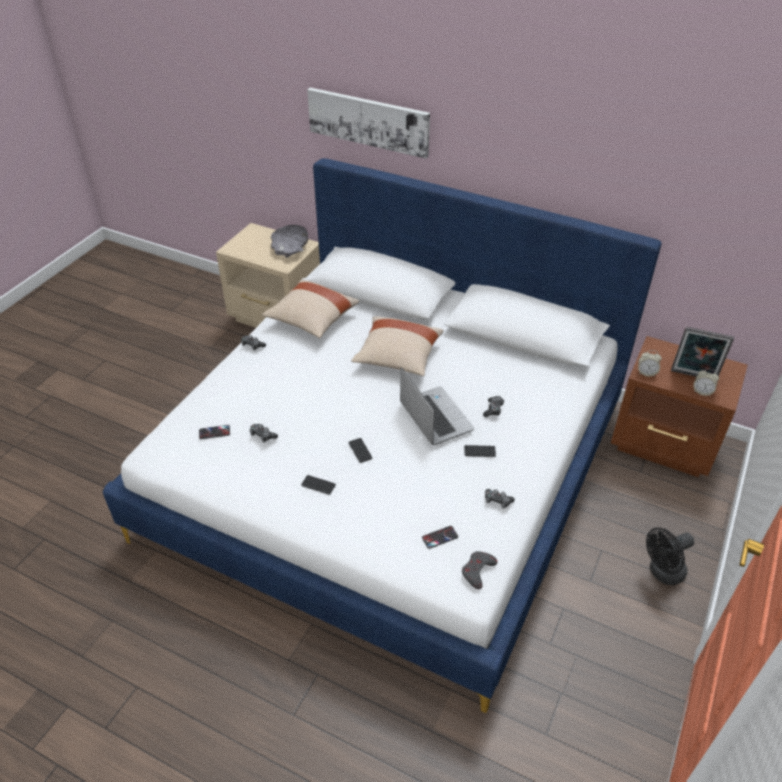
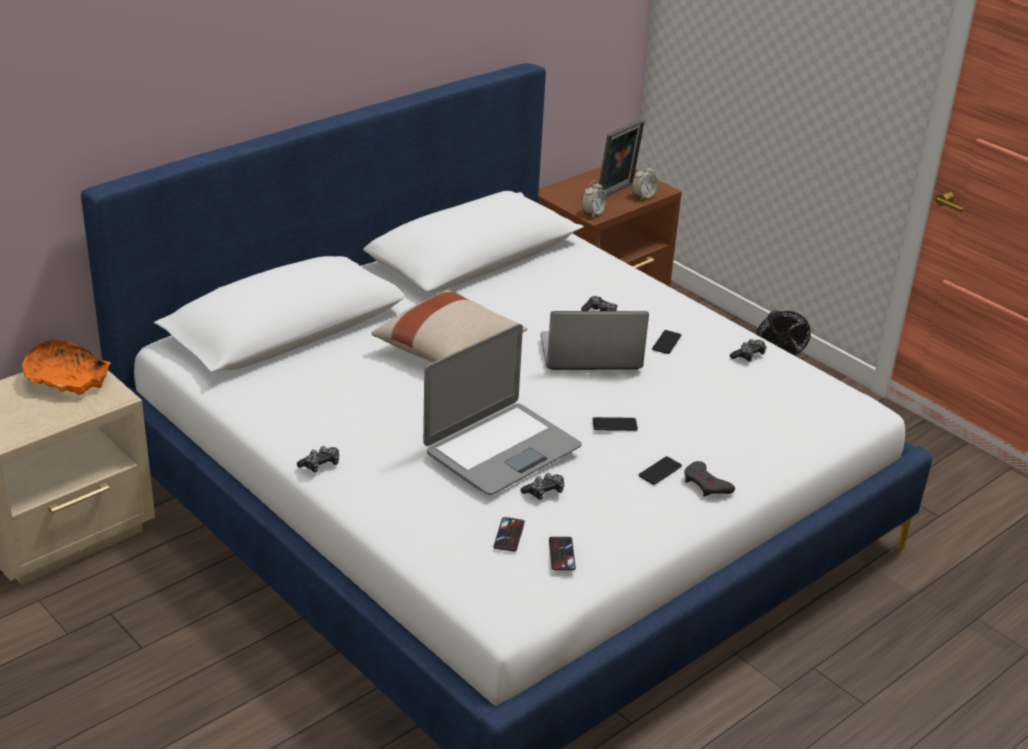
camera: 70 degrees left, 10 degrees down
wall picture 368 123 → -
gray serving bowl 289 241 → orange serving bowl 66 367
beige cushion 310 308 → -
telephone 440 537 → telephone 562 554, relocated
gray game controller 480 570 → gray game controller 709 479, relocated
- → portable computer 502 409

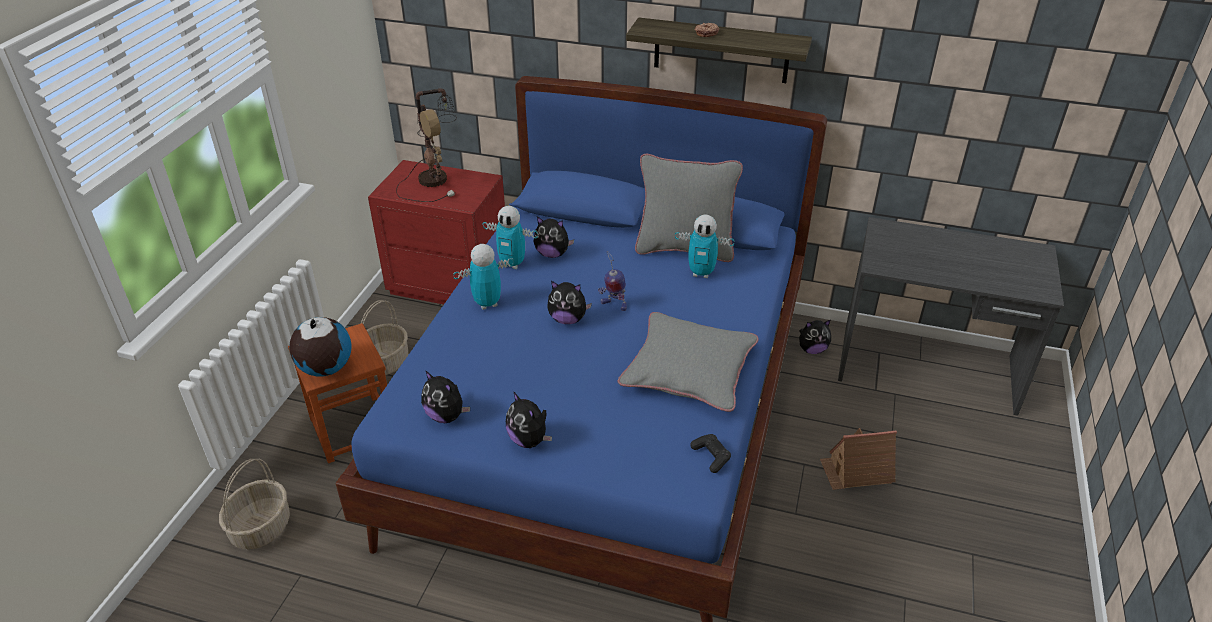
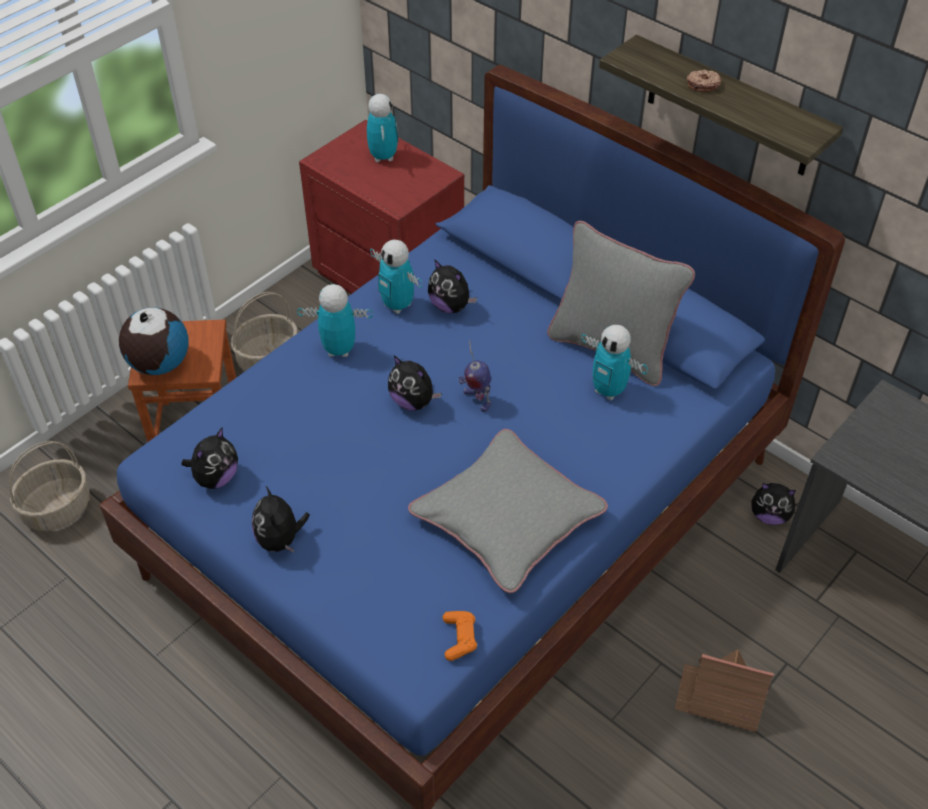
camera: 25 degrees right, 10 degrees up
lamp for a table 426 145 → toy robot 382 128
soft toy 445 397 → soft toy 209 458, 120 degrees counterclockwise
black-coloured game controller 710 453 → orange game controller 460 636

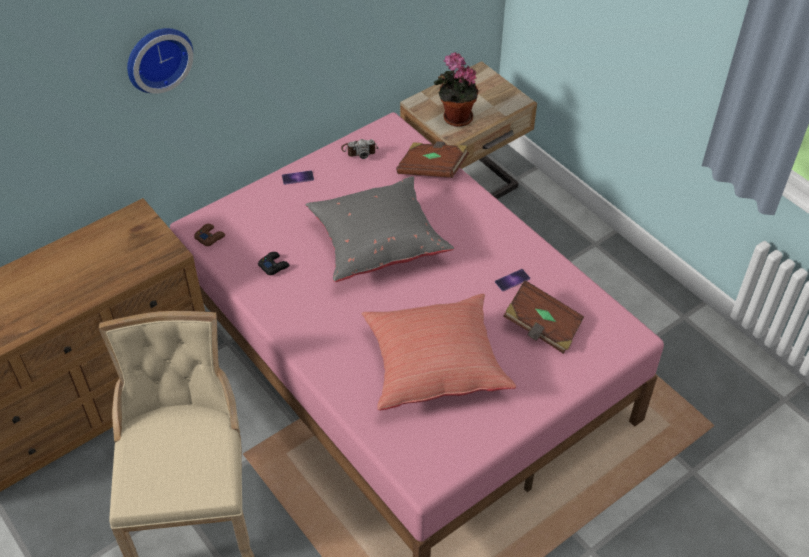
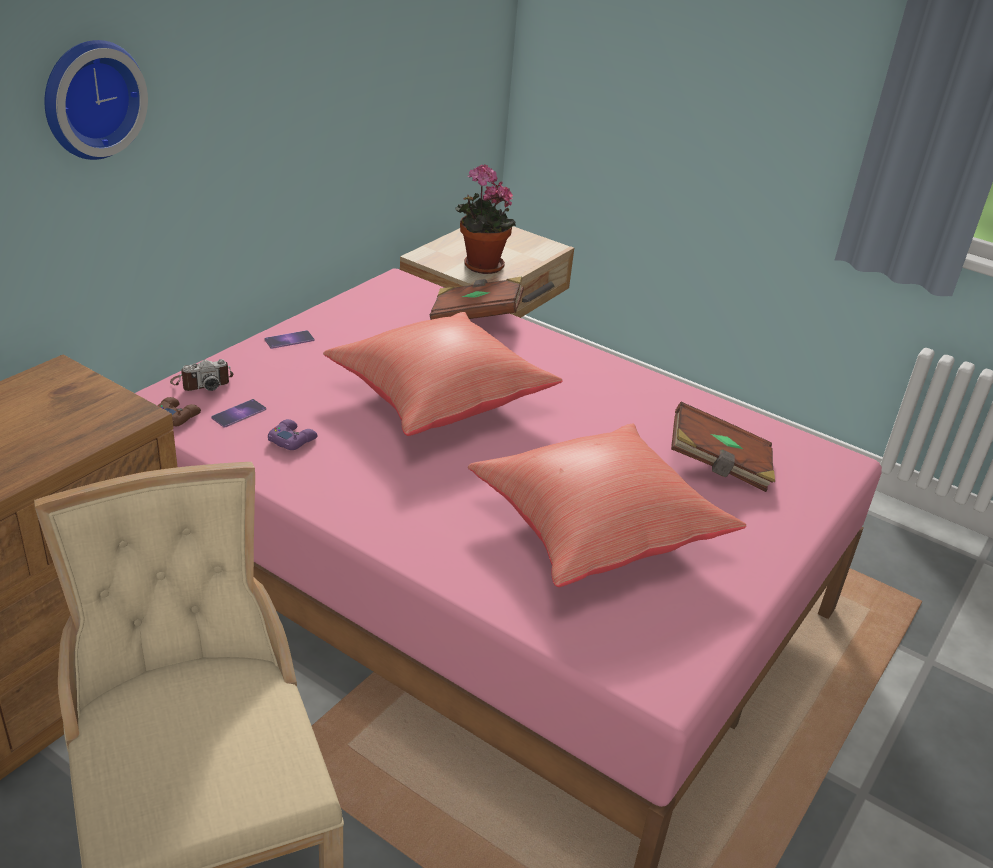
camera: 20 degrees left, 15 degrees down
still camera 359 149 → still camera 201 375, relocated
gray cushion 380 229 → reddish cushion 443 374
black-coloured game controller 274 263 → purplish game controller 293 434
telephone 512 280 → telephone 238 413, relocated

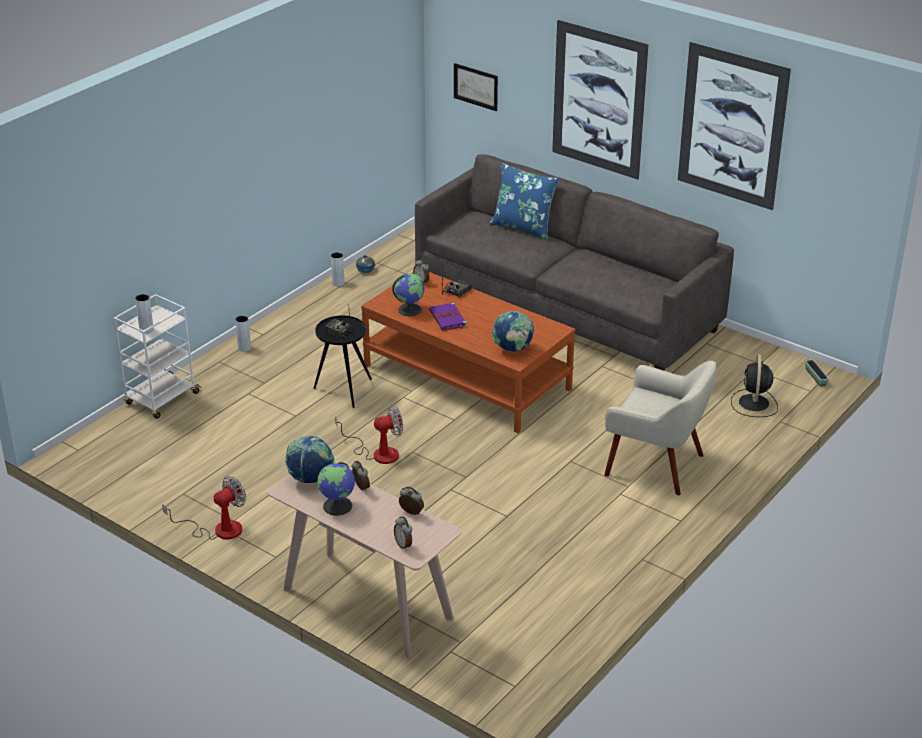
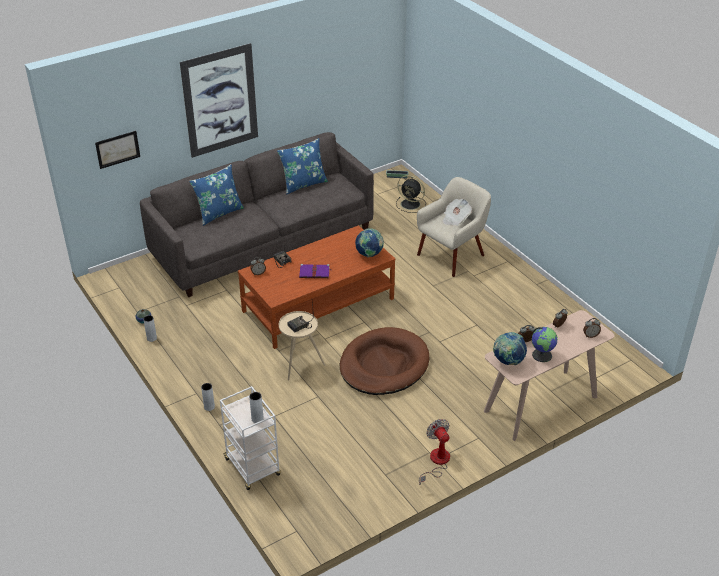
camera: 70 degrees left, 5 degrees up
wall picture 734 126 → -
desk globe 408 294 → -
black-coloured accent table 342 362 → beige accent table 302 346
fan 369 435 → brown-coloured dog cushion 384 361
- → bluish cushion 302 166
- → daily paper 457 212

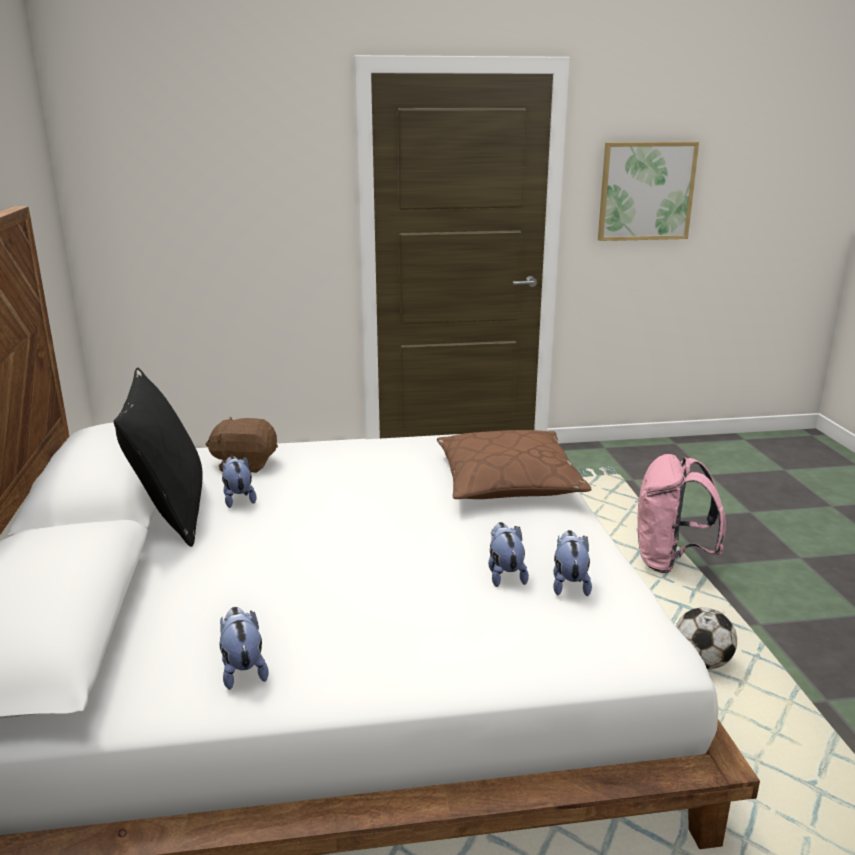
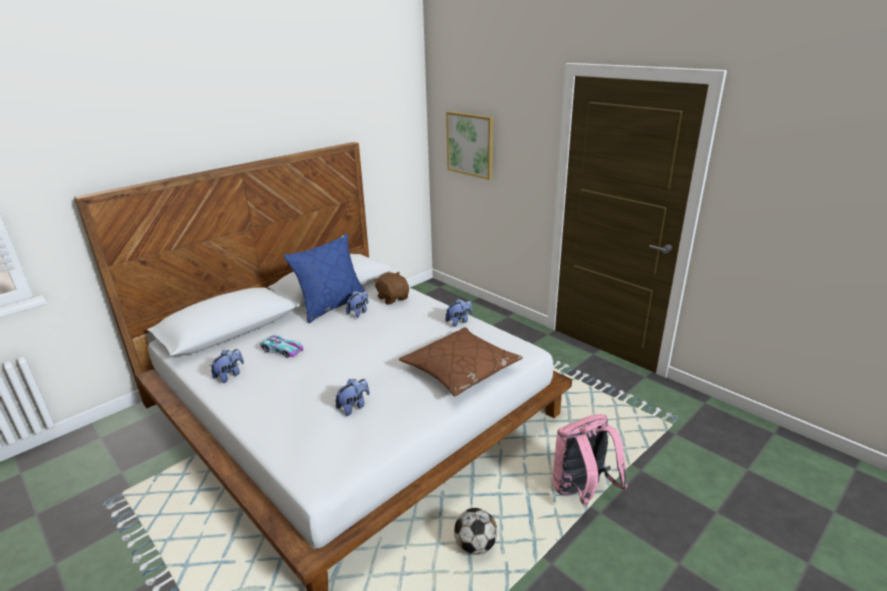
camera: 55 degrees right, 5 degrees up
wall picture 648 191 → wall picture 469 145, relocated
black-coloured cushion 158 457 → bluish cushion 324 278
soft toy 572 563 → soft toy 458 313, relocated
- → toy car 282 346

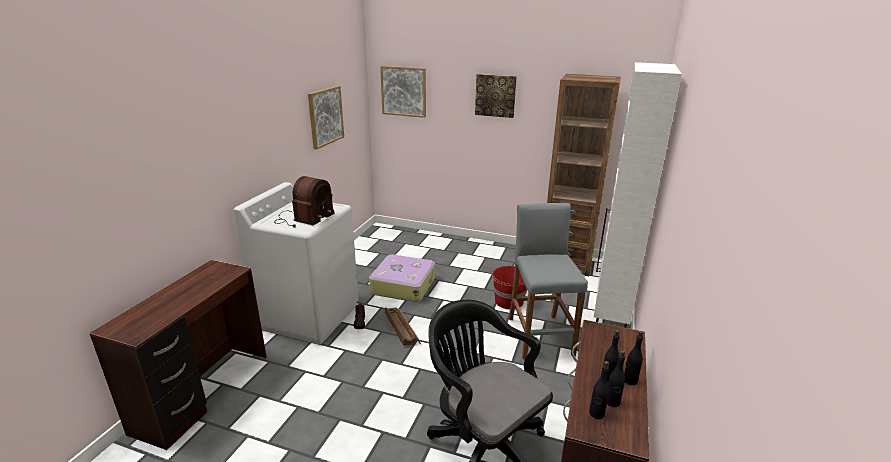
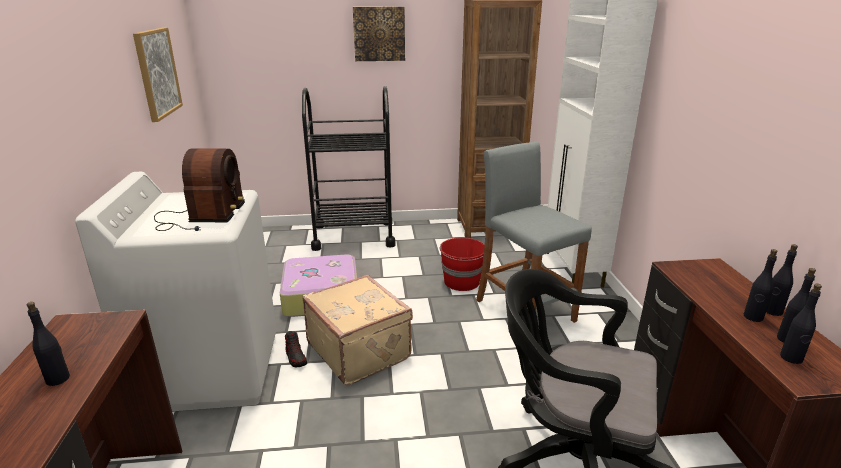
camera: 25 degrees left, 0 degrees up
wall picture 403 92 → -
packing crate 403 326 → beige suitcase 357 330
- → black-coloured trolley 349 168
- → black-coloured bottle 48 344

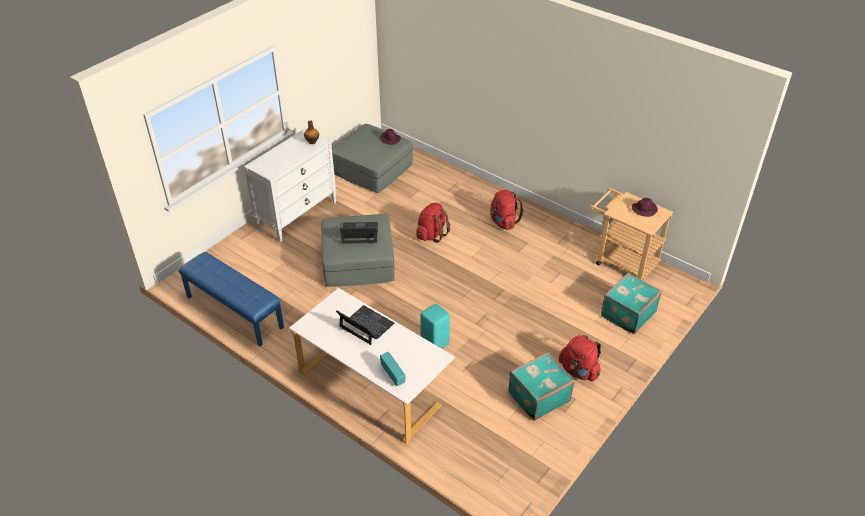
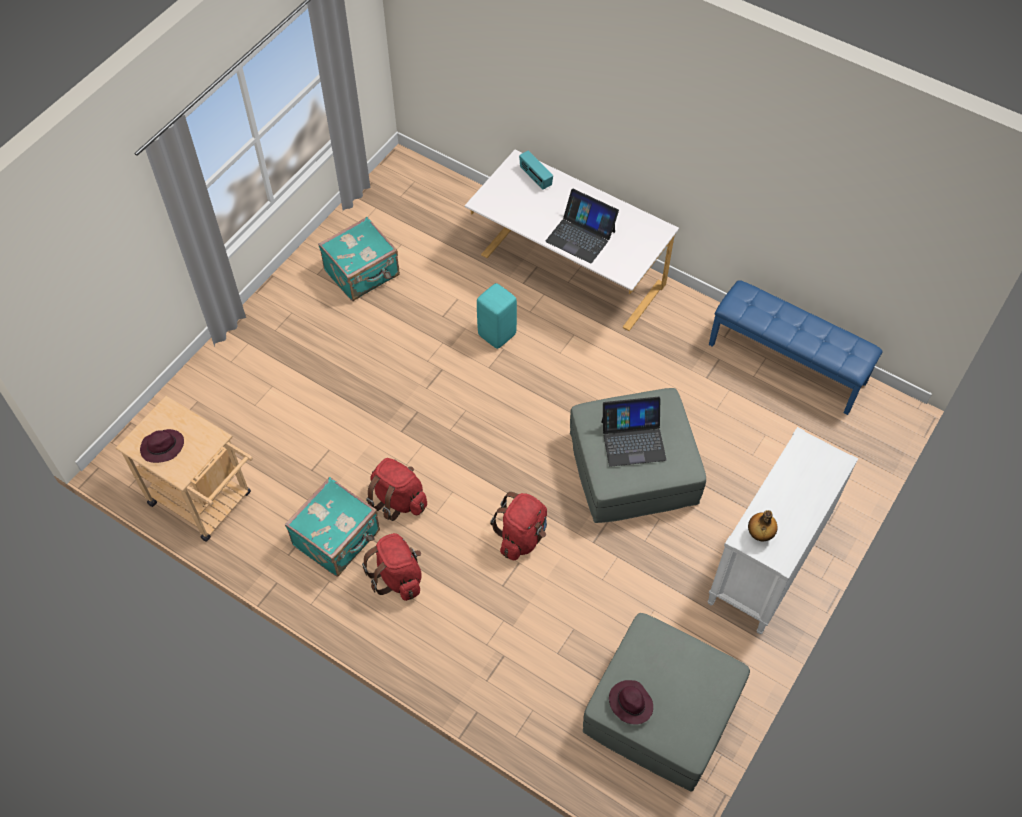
camera: 175 degrees right, 15 degrees up
turquoise suitcase 631 303 → turquoise suitcase 332 527, relocated
reddish backpack 580 358 → reddish backpack 396 489, relocated

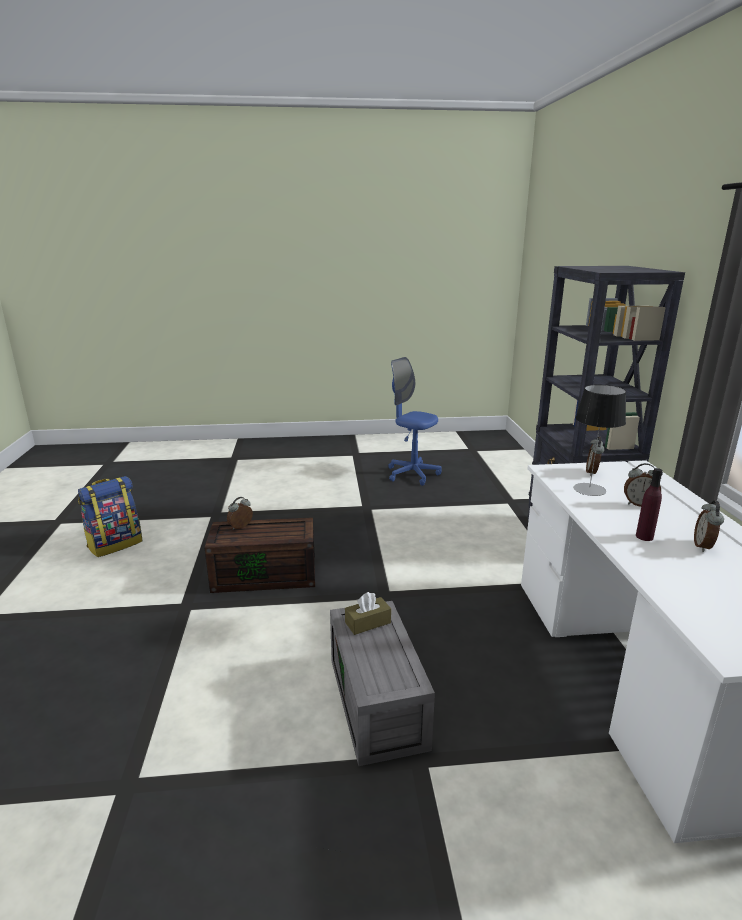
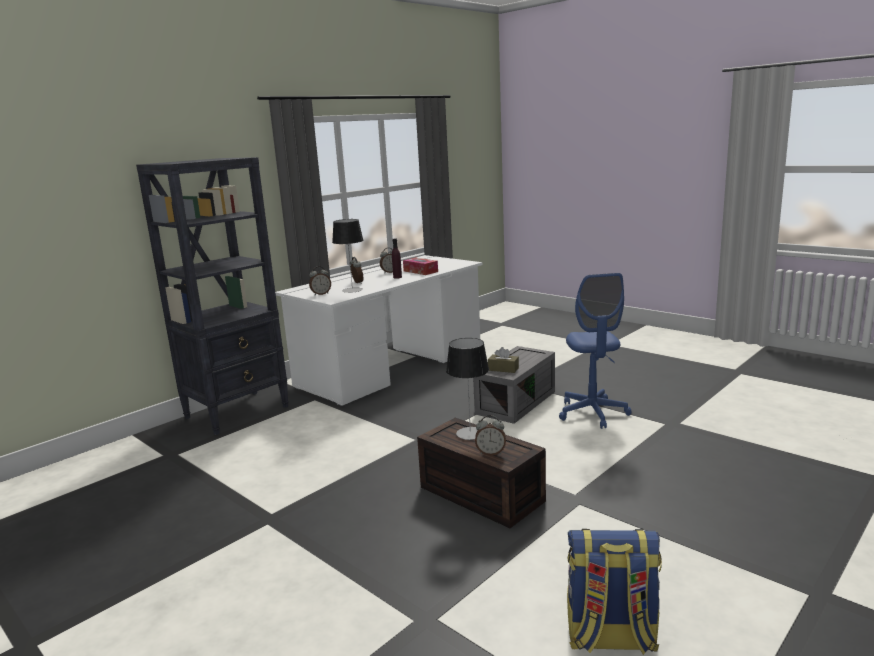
camera: 130 degrees left, 5 degrees down
bluish desk chair 415 421 → bluish desk chair 595 351, relocated
- → box of tissues 420 266
- → lamp for a table 467 389

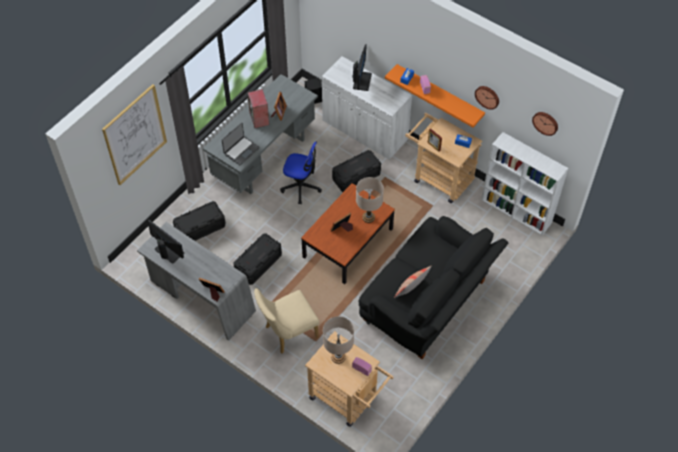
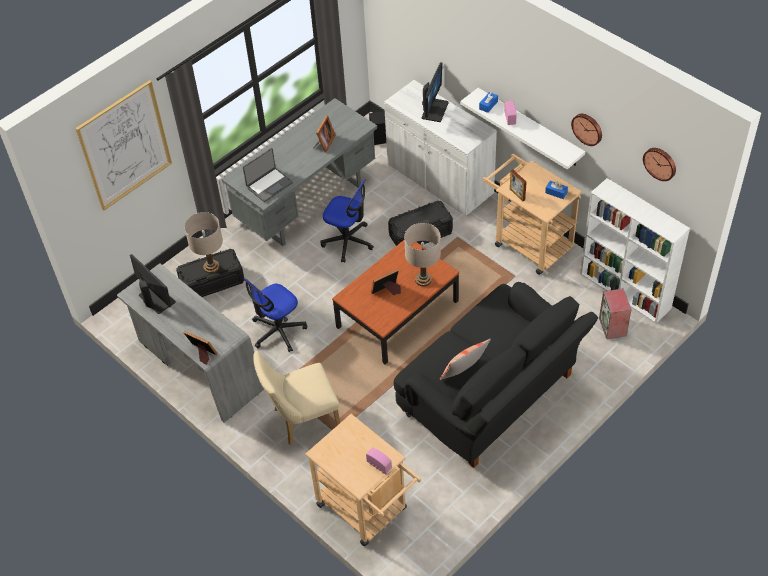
camera: 10 degrees right, 5 degrees down
orange bracket shelf 435 96 → whitish bracket shelf 522 128
audio speaker 258 108 → audio speaker 615 313, relocated
black-coloured storage bin 258 259 → desk chair 275 315
beige lamp for a table 338 340 → beige lamp for a table 203 243, relocated

